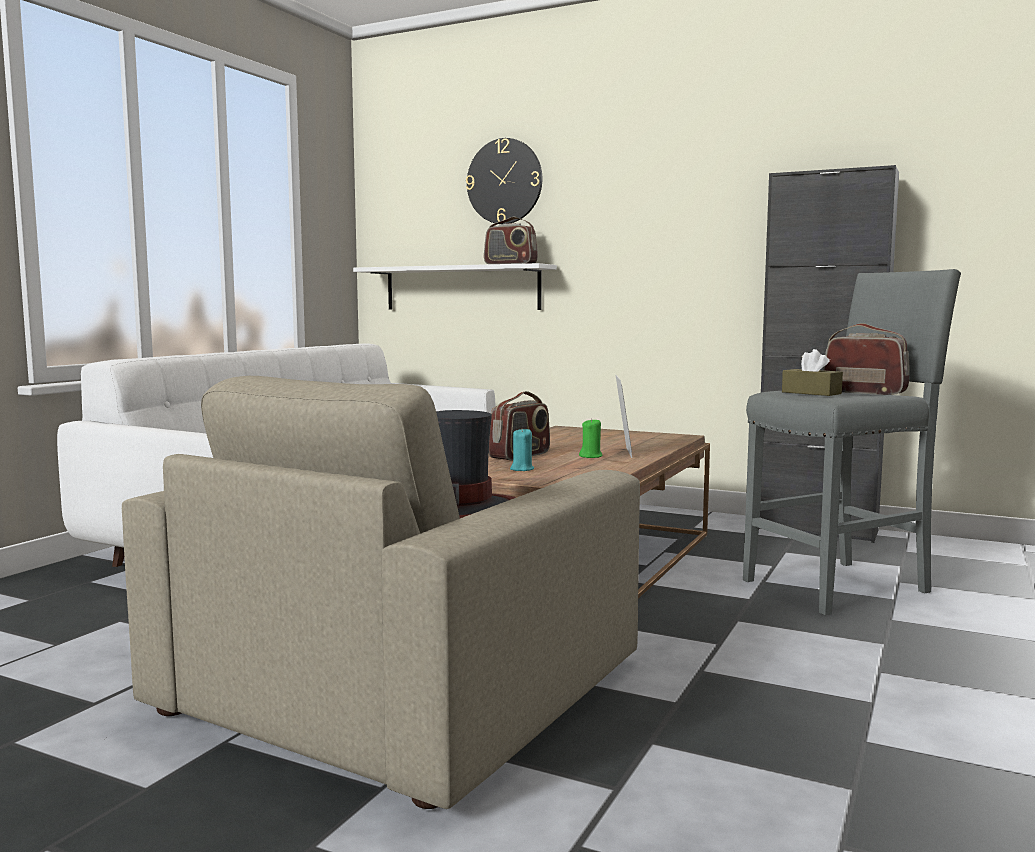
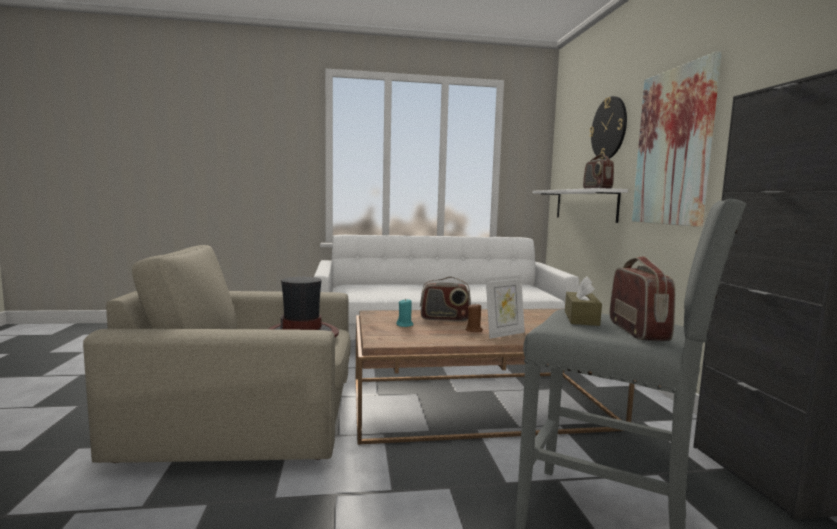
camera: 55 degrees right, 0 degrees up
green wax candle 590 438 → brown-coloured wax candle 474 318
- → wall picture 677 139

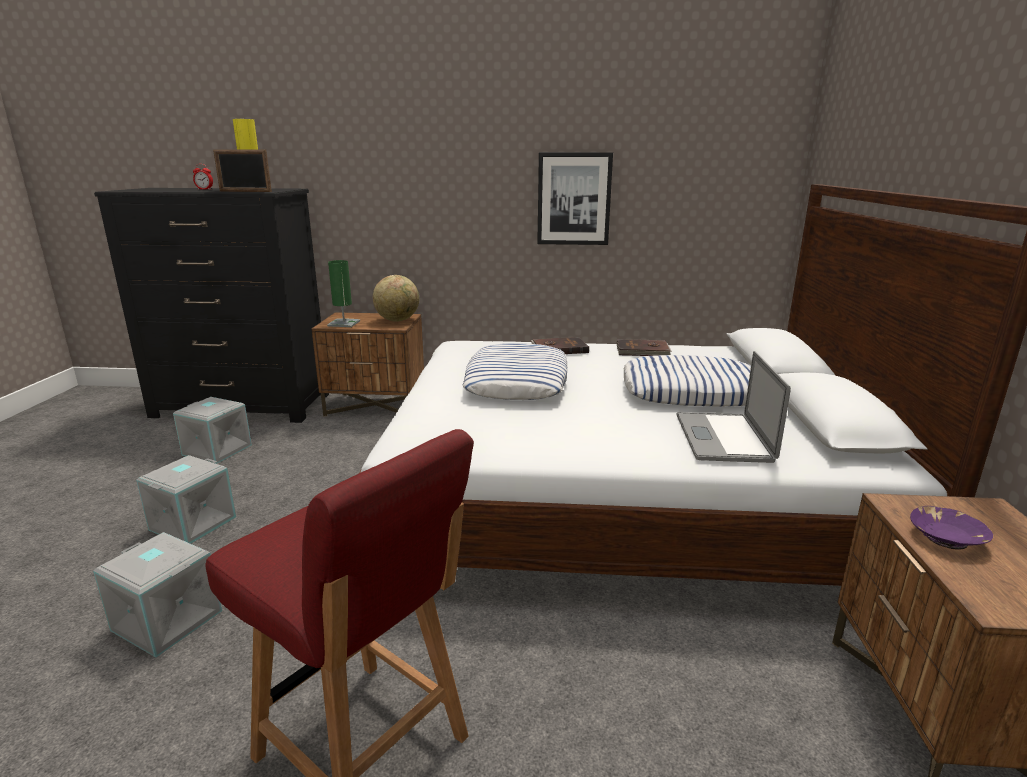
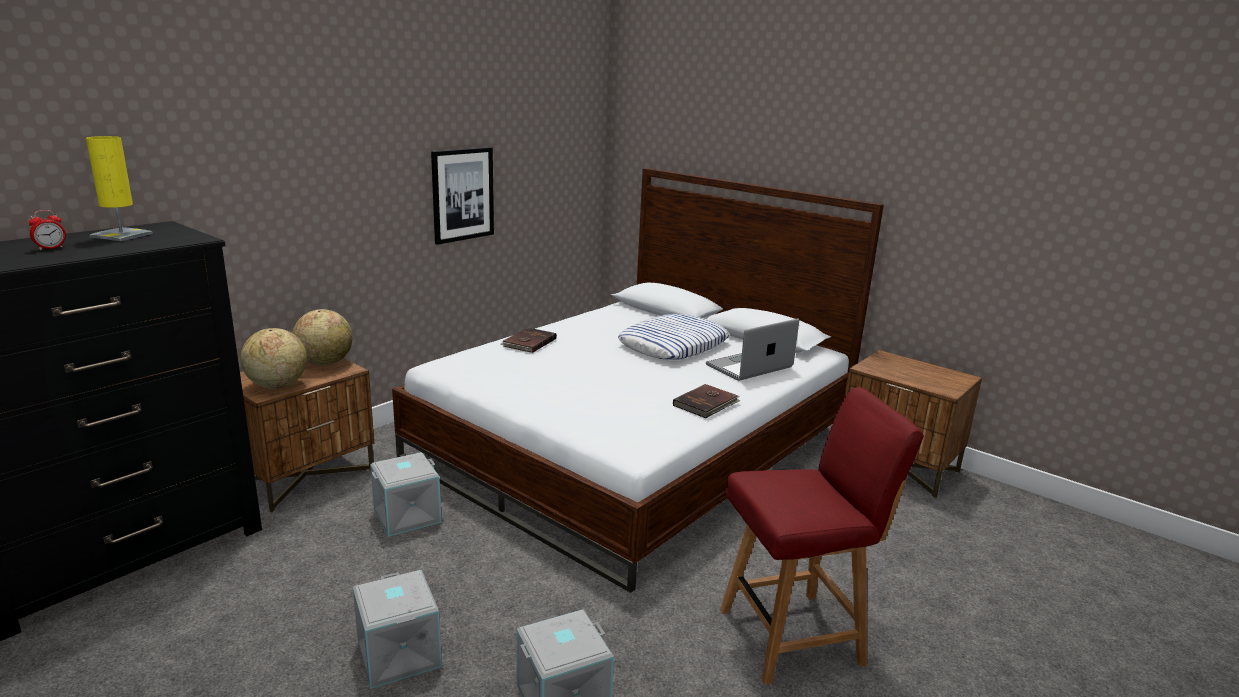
camera: 55 degrees left, 0 degrees up
picture frame 242 171 → -
green lamp for a table 343 293 → desk globe 273 358
brown-coloured book 644 347 → brown-coloured book 707 401, relocated
cushion 515 371 → -
portable computer 734 407 → portable computer 752 350, 105 degrees clockwise
gray storage bin 212 430 → gray storage bin 405 494, relocated
purplish serving bowl 951 528 → -

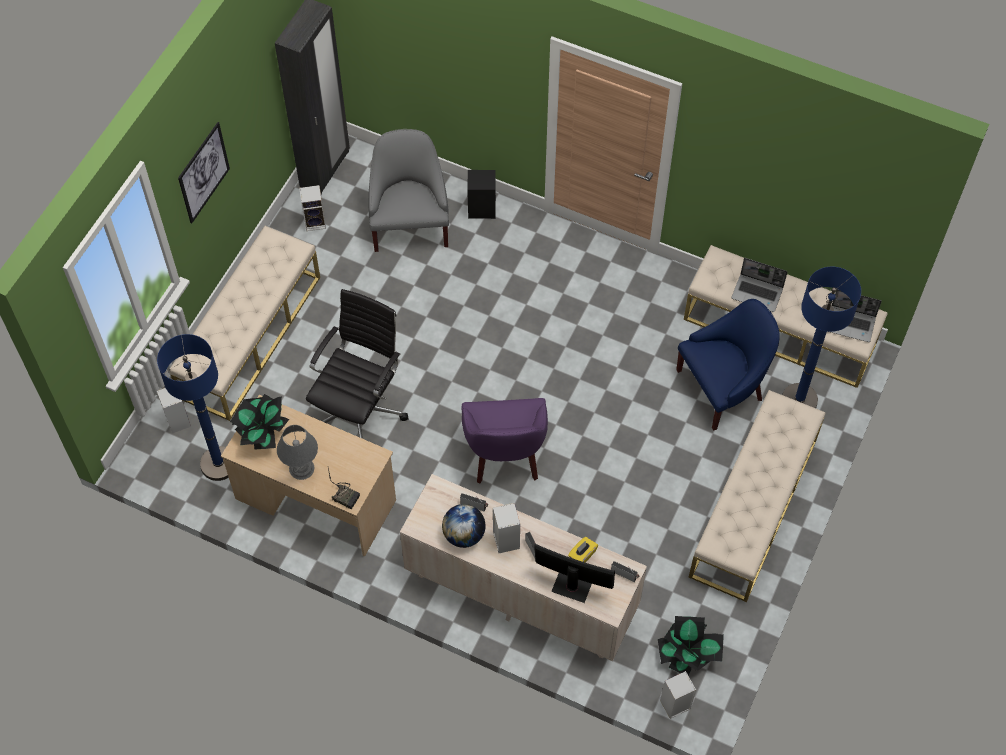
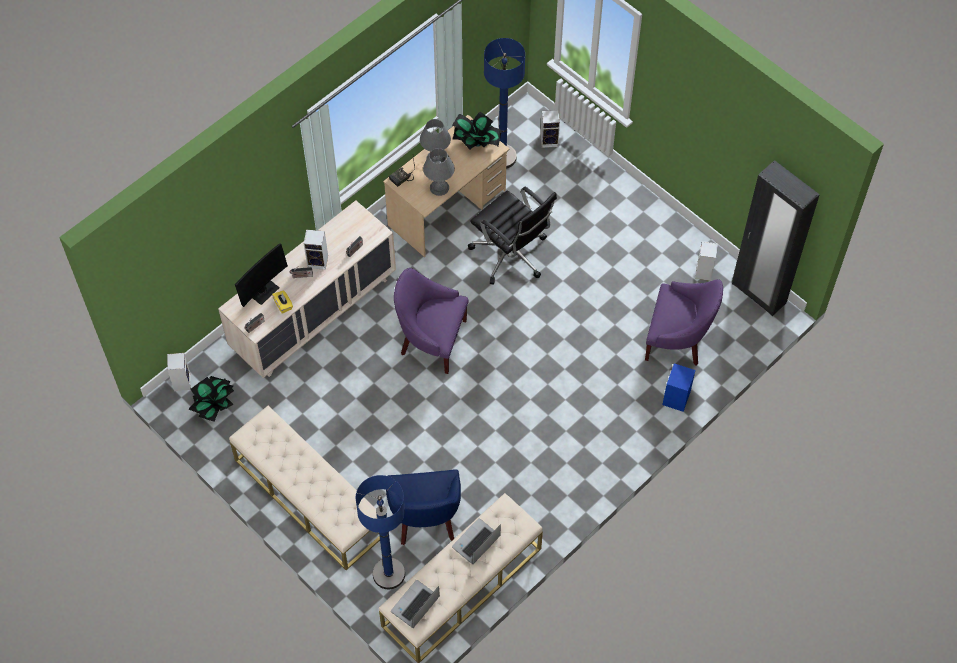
camera: 110 degrees right, 0 degrees up
wall picture 204 173 → -
gray easy chair 408 190 → purplish easy chair 684 322
black-coloured audio speaker 481 194 → bluish audio speaker 679 387
beige bench 244 323 → -
desk globe 464 526 → -
- → gray lamp for a table 439 172

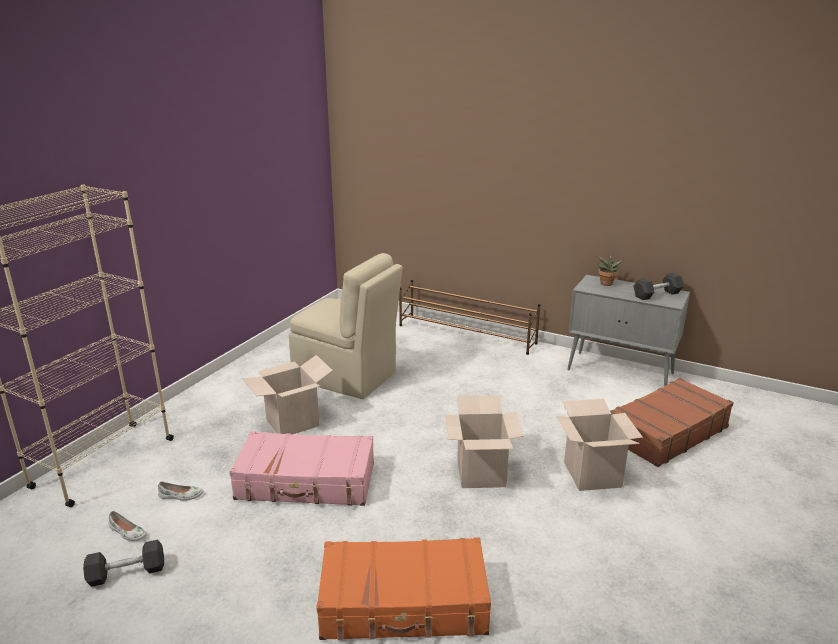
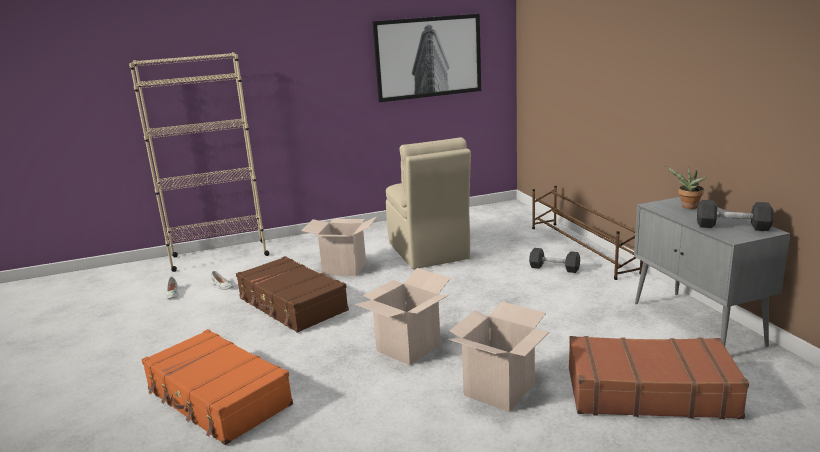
camera: 45 degrees right, 5 degrees down
pinkish suitcase 301 468 → brown-coloured suitcase 292 294
gray free weight 123 563 → gray free weight 554 260, relocated
- → wall picture 426 58

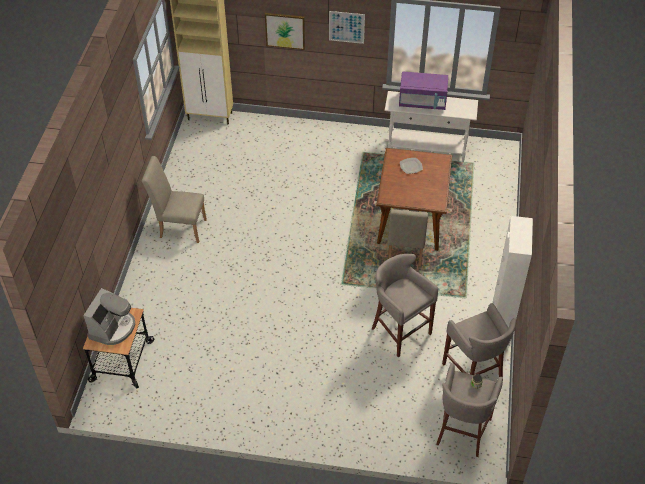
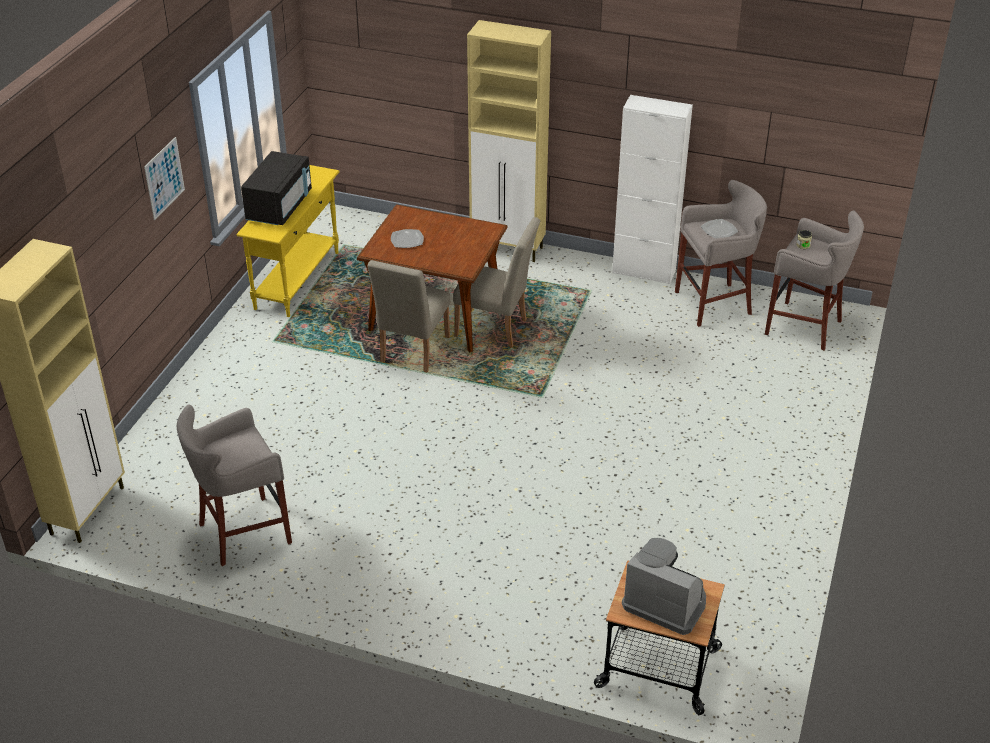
camera: 80 degrees left, 10 degrees down
wall picture 285 31 → -
purplish kitchen microwave 423 90 → black-coloured kitchen microwave 276 188
whitish console table 431 126 → yellowish console table 288 241
beige plain chair 174 199 → beige plain chair 409 316, relocated
gray stool seat 405 306 → gray stool seat 234 485, relocated
- → beige cupboard 509 141
- → dinner plate 719 228

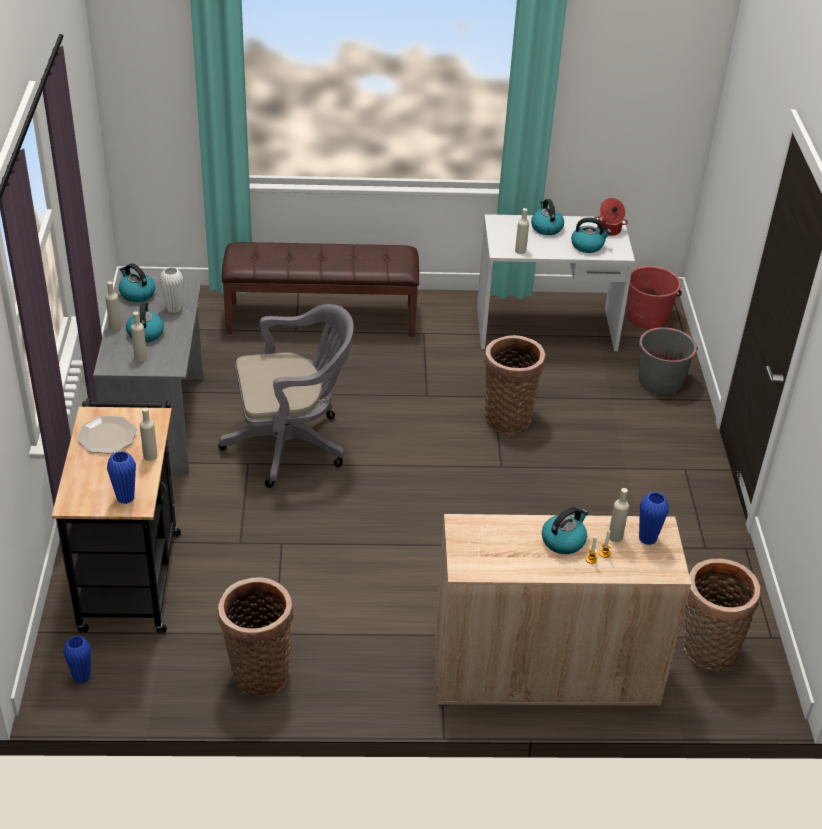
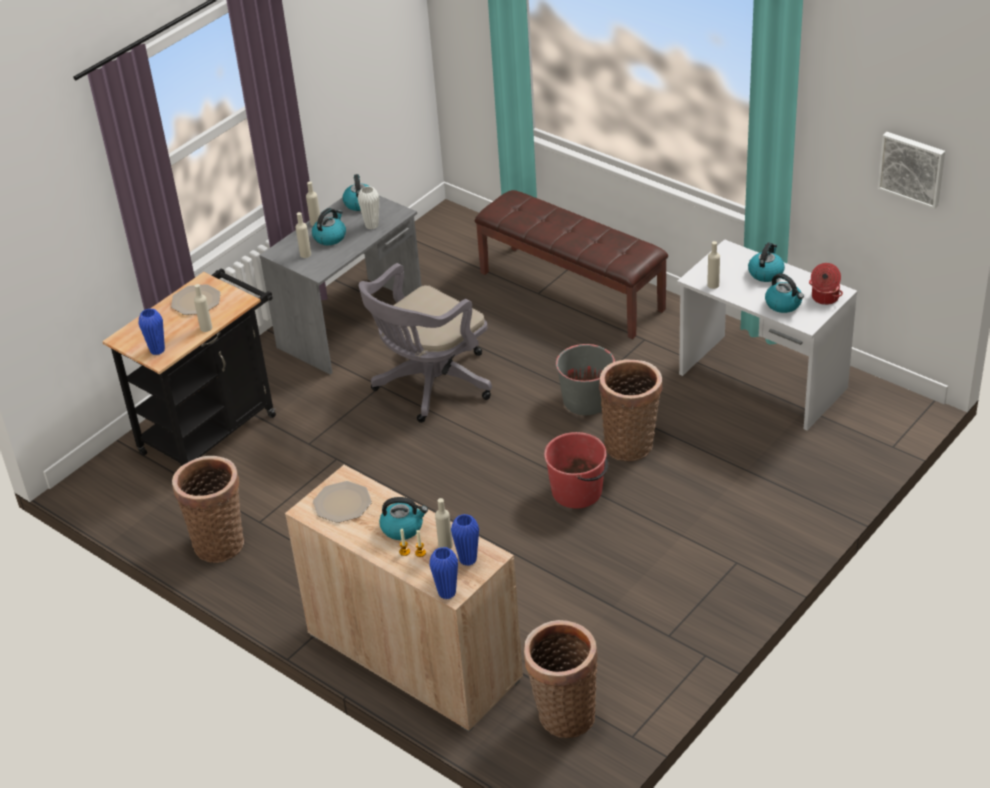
camera: 45 degrees right, 0 degrees up
reddish bucket 654 297 → reddish bucket 576 470, relocated
gray desk chair 286 396 → gray desk chair 425 343, 105 degrees clockwise
gray bucket 667 361 → gray bucket 585 379, relocated
bluish flower vase 77 660 → bluish flower vase 443 573, relocated
- → wall picture 911 170
- → dinner plate 342 502

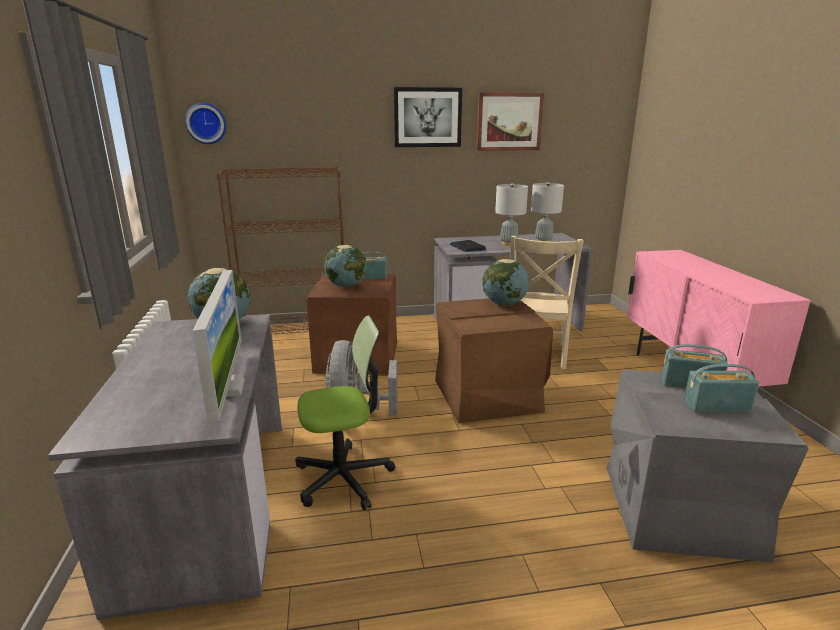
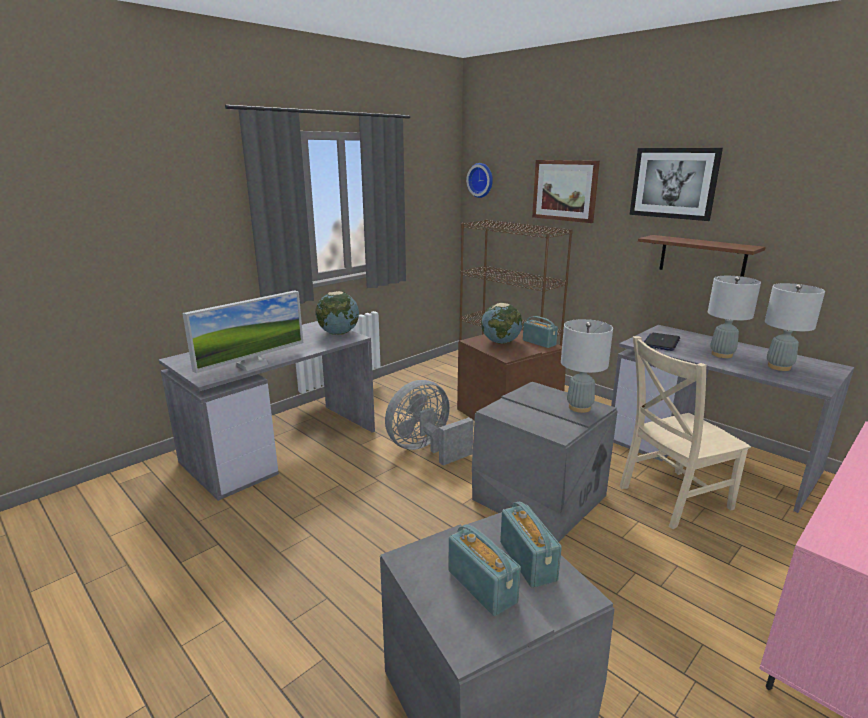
camera: 55 degrees right, 0 degrees up
wall picture 510 122 → wall picture 566 191, relocated
desk globe 505 282 → gray lamp for a table 587 366
brown-coloured storage bin 494 360 → gray storage bin 545 462
desk chair 345 412 → -
- → brown-coloured bracket shelf 702 256

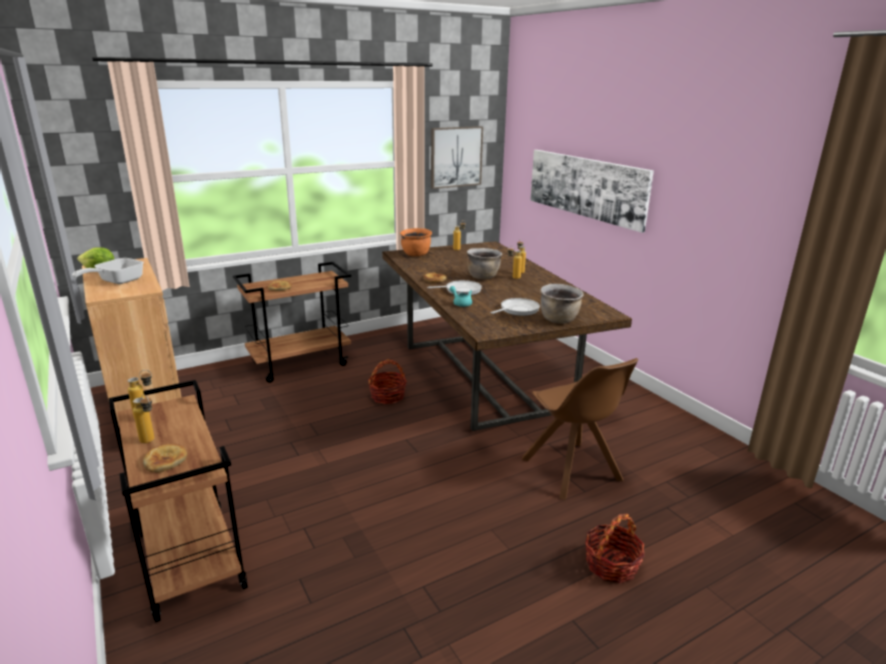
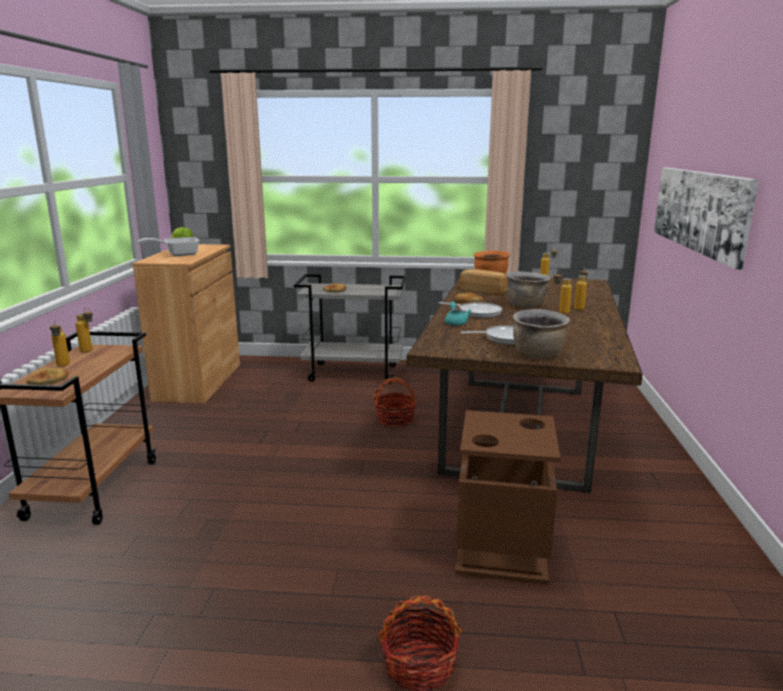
camera: 35 degrees right, 5 degrees down
wall picture 457 157 → -
brown-coloured trolley 292 322 → gray trolley 350 329
brown-coloured plain chair 580 429 → brown-coloured rubbish bin 507 497
- → baked bread 484 282

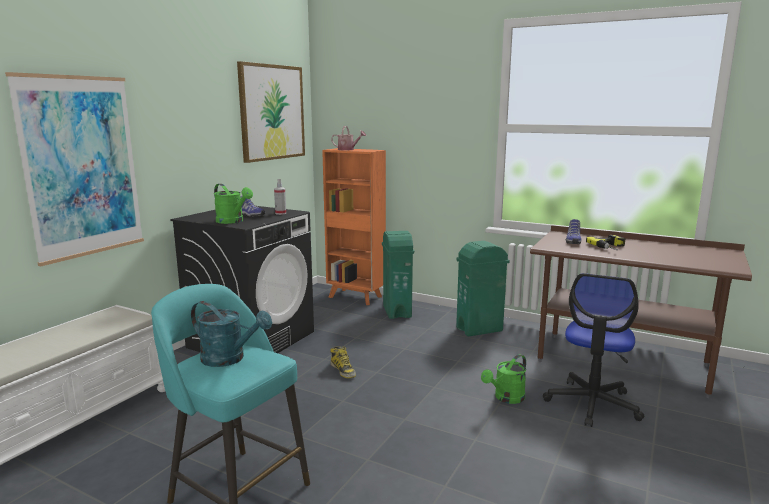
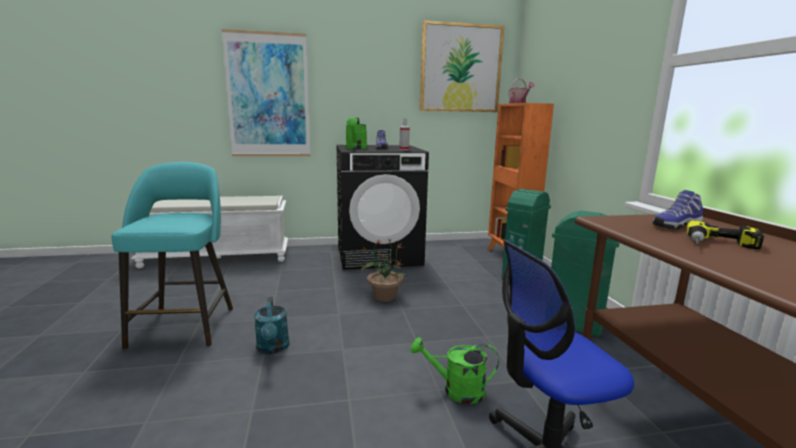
camera: 50 degrees right, 0 degrees up
turquoise sprinkling can 231 334 → turquoise sprinkling can 271 325, relocated
tall boot 343 362 → houseplant 383 270

